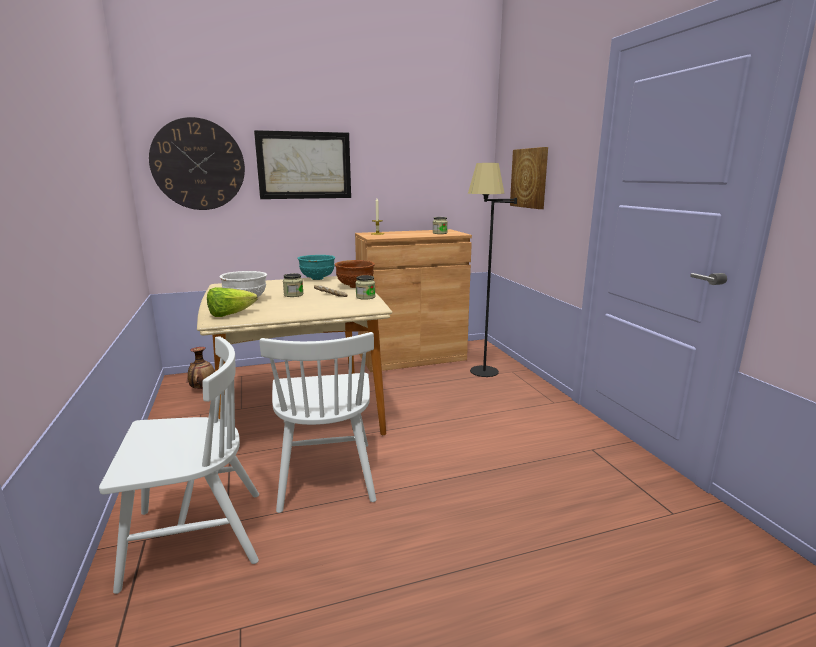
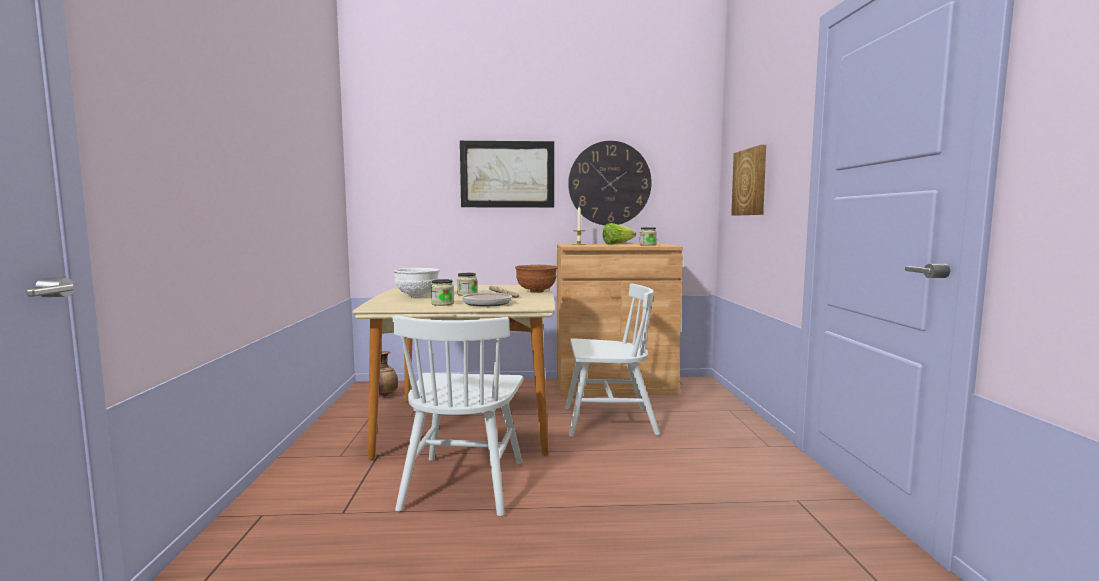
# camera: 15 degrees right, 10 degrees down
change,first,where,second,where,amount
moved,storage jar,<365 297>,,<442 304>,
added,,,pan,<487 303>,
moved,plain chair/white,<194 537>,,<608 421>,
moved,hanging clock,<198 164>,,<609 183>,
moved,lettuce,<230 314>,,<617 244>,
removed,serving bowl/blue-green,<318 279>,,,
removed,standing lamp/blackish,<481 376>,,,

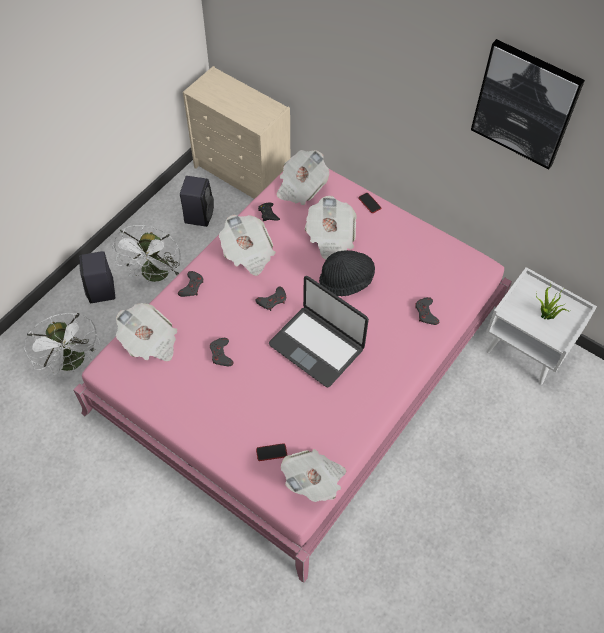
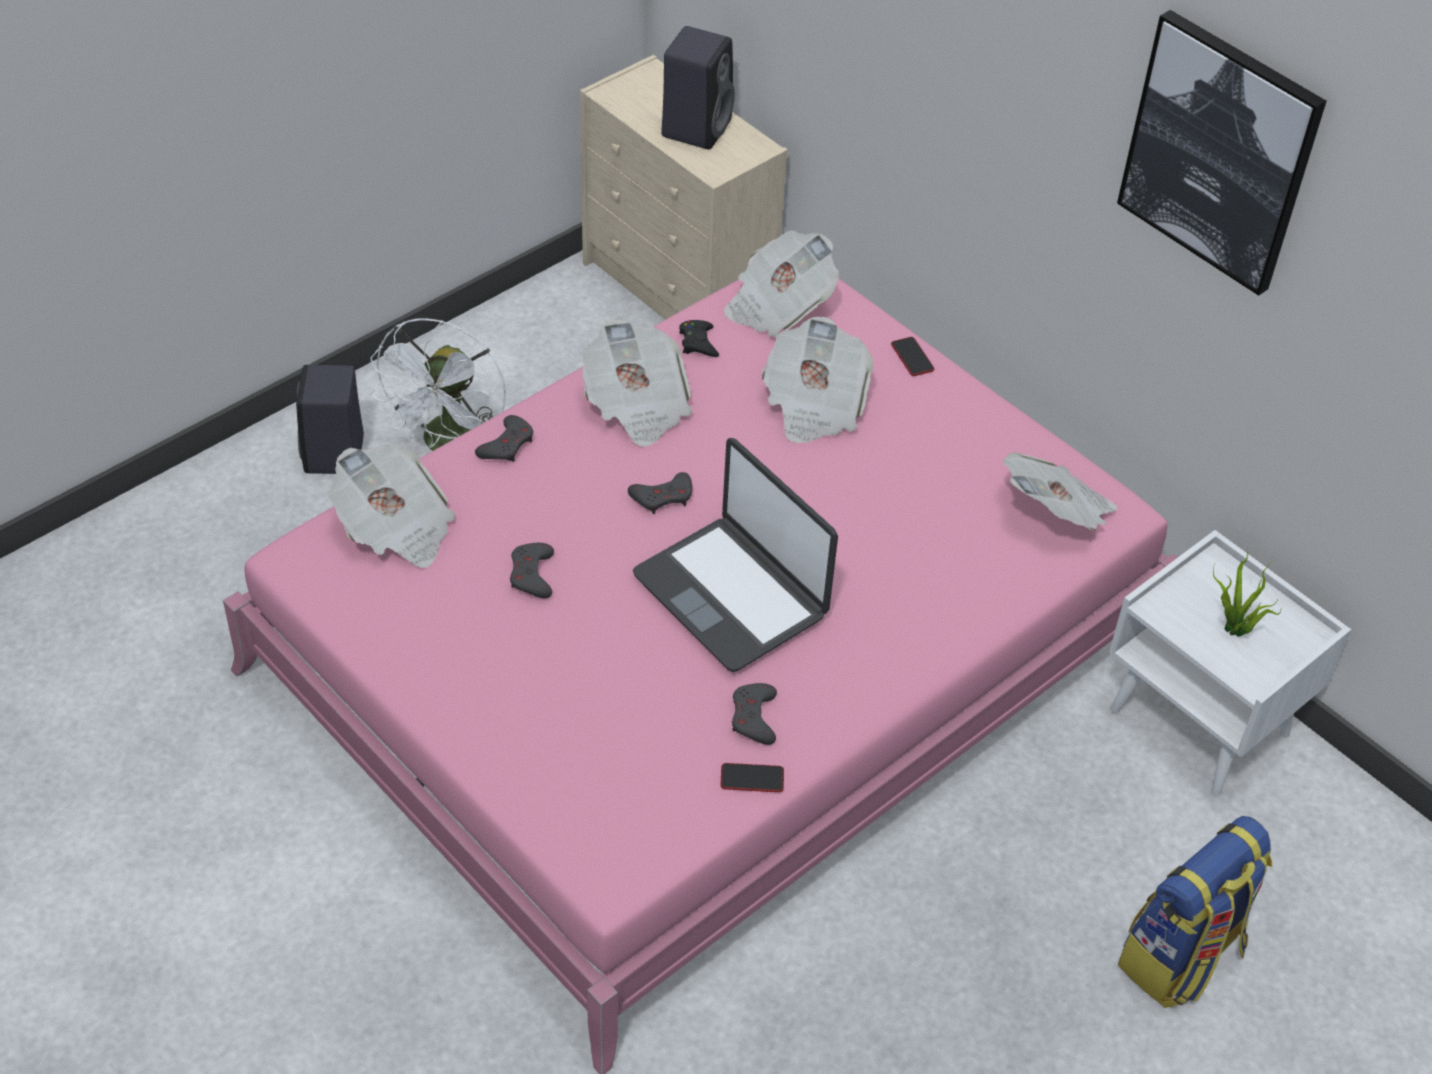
# camera: 10 degrees right, 10 degrees down
change,first,where,second,where,amount
moved,speaker/blackish,<199 214>,,<696 127>,
moved,phone,<271 452>,,<752 778>,
moved,gamepad/grey,<426 313>,,<754 717>,
moved,newspaper,<314 480>,,<1057 513>,
added,,,rucksack,<1181 957>,
removed,electric fan/white,<73 363>,,,
removed,hat/blackish,<346 280>,,,

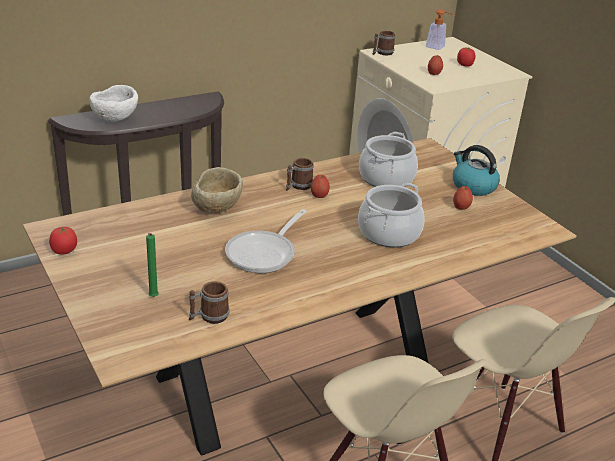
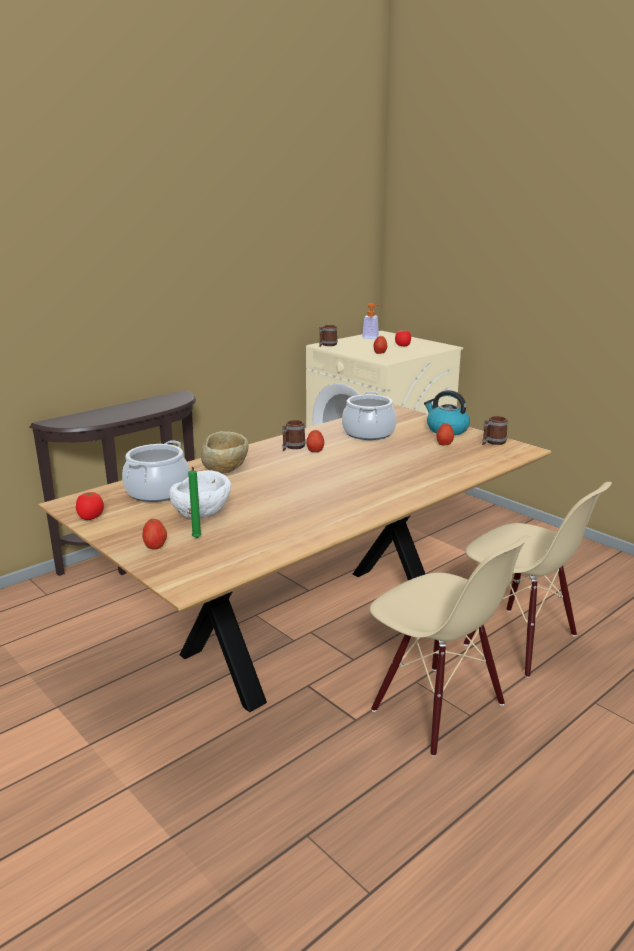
# camera: 10 degrees left, 10 degrees down
change,first,where,second,where,amount
moved,stockpot,<389 233>,,<158 491>,
added,,,whole apple,<155 546>,
moved,serving bowl/white,<115 120>,,<202 516>,
moved,mug,<209 317>,,<492 442>,
removed,pan,<264 253>,,,

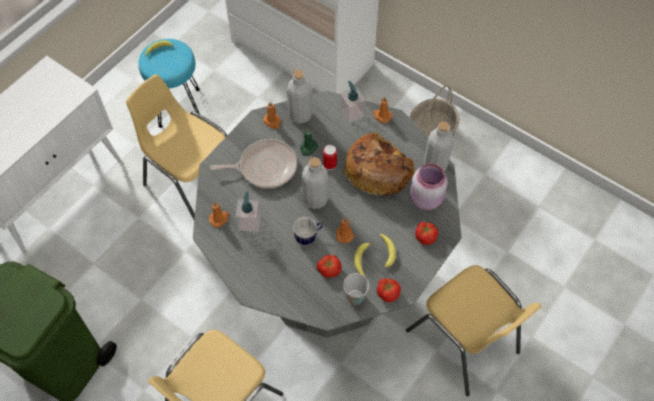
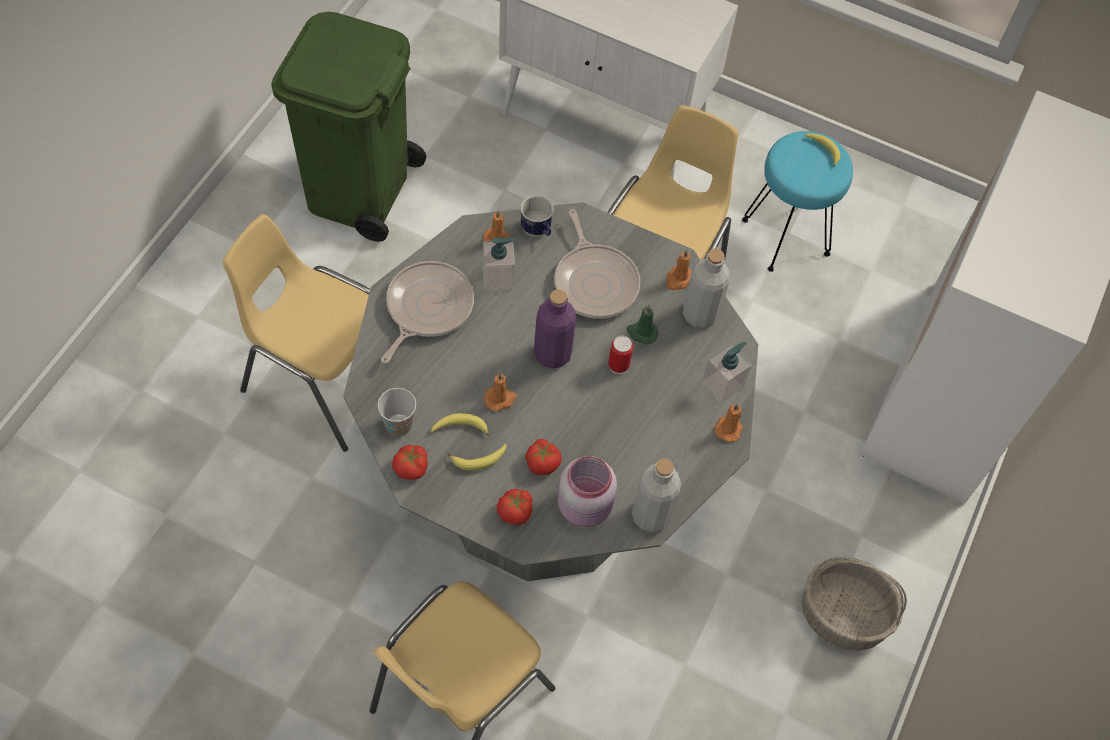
# camera: 75 degrees right, 0 degrees up
change,first,where,second,where,amount
added,,,pan,<426 308>,
moved,mug,<308 237>,,<538 231>,
moved,fresh tomato,<329 269>,,<543 462>,
recoloured,bottle/grey,<315 199>,bottle/purple,<552 354>,
removed,baked bread,<377 170>,,,

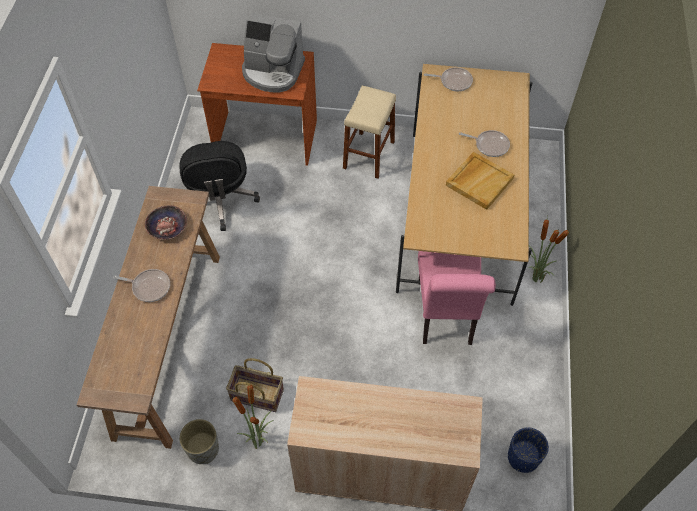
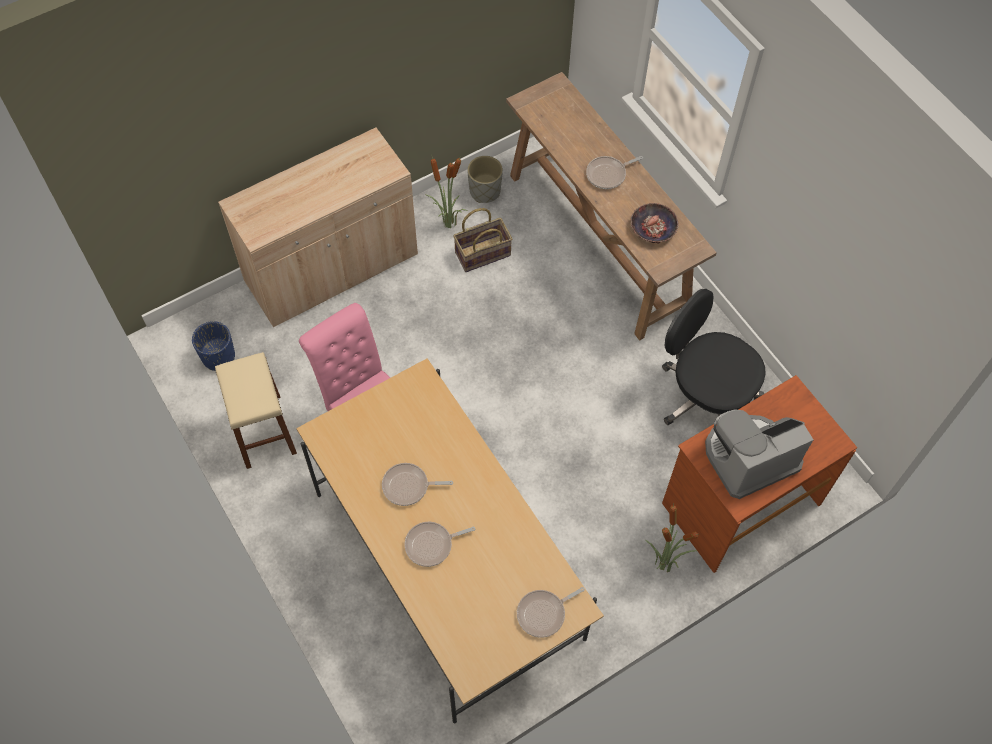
# camera: 140 degrees right, 5 degrees up
change,first,where,second,where,amount
moved,sitting stool/beige,<369 155>,,<263 431>,
replaced,tray/beige,<479 181>,pan,<408 486>,
moved,plant in a pot,<536 279>,,<663 563>,

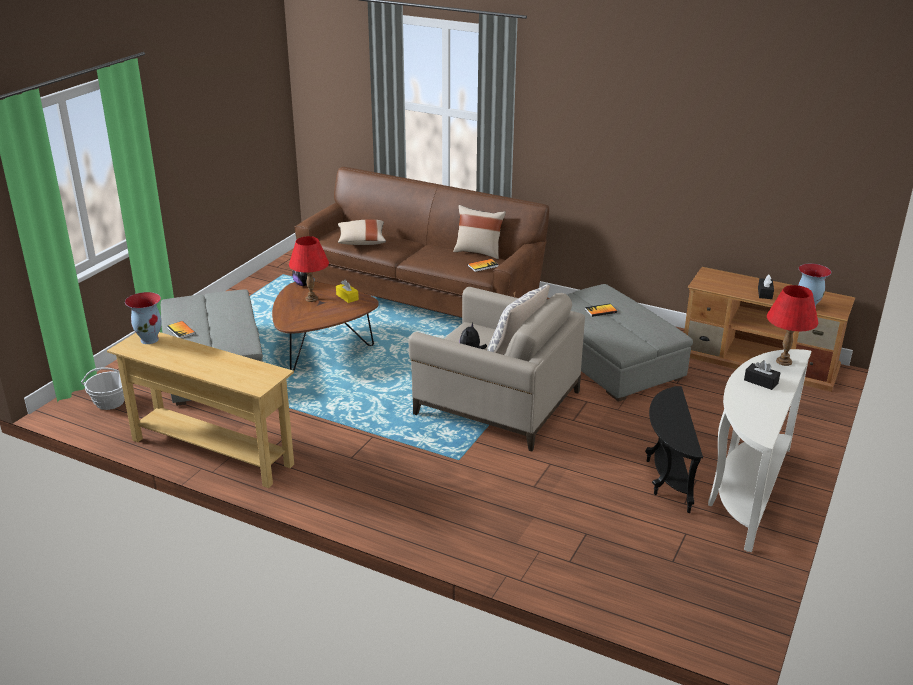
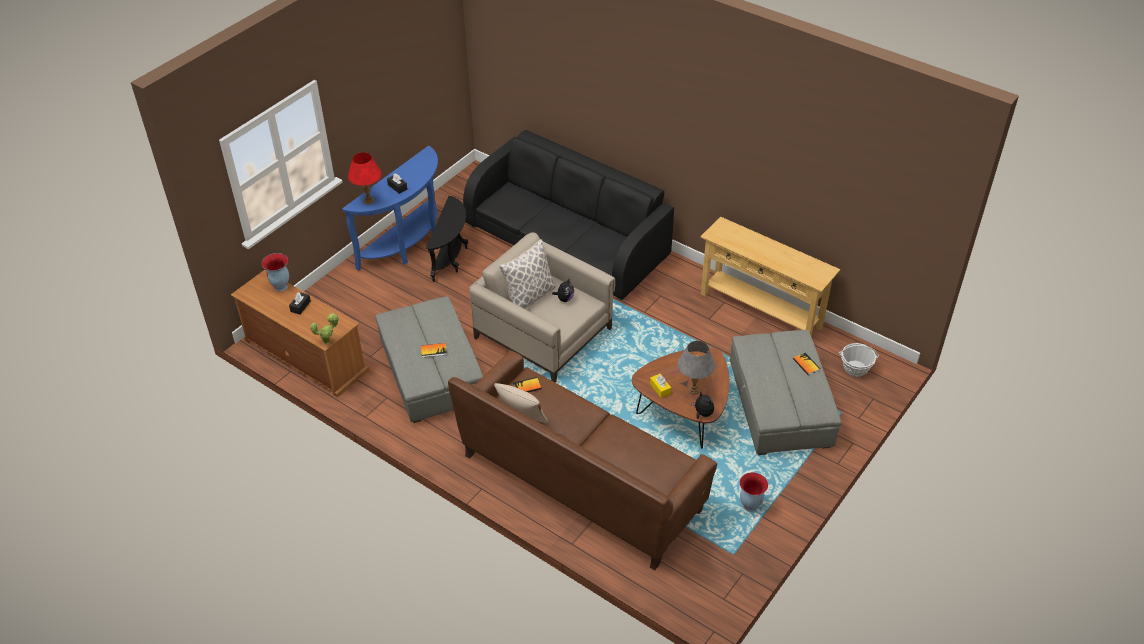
# camera: 170 degrees left, 15 degrees up
change,first,where,second,where,amount
added,,,plant in a pot,<328 342>,
recoloured,console table/white,<746 491>,console table/blue,<407 244>,
added,,,sofa/blackish,<568 241>,
recoloured,lamp for a table/reddish,<311 299>,lamp for a table/grey,<694 390>,
moved,flower vase,<150 339>,,<749 506>,
removed,throw pillow/beige,<361 241>,,,

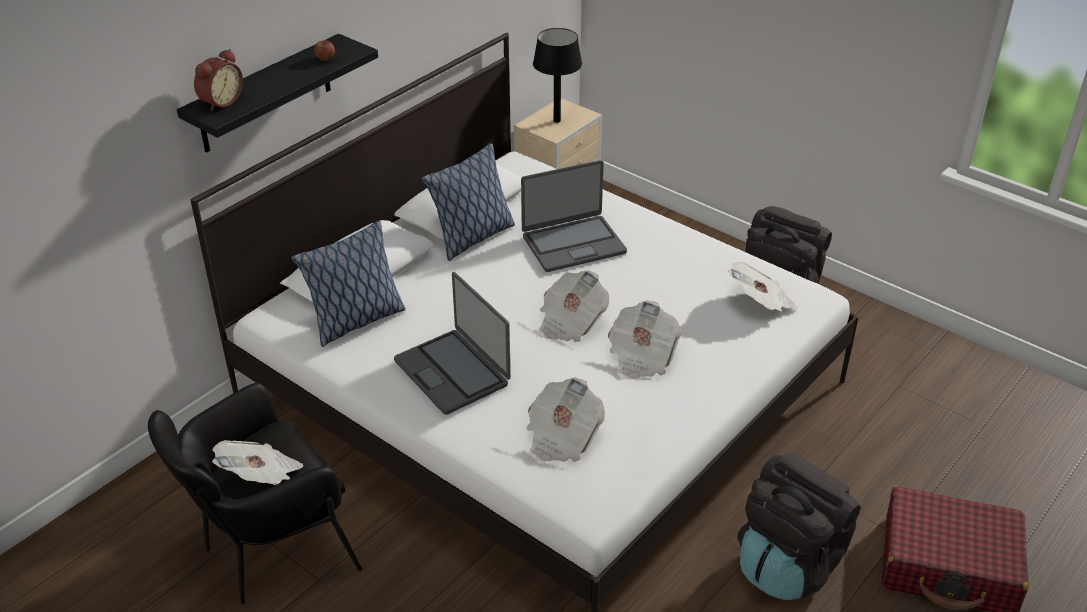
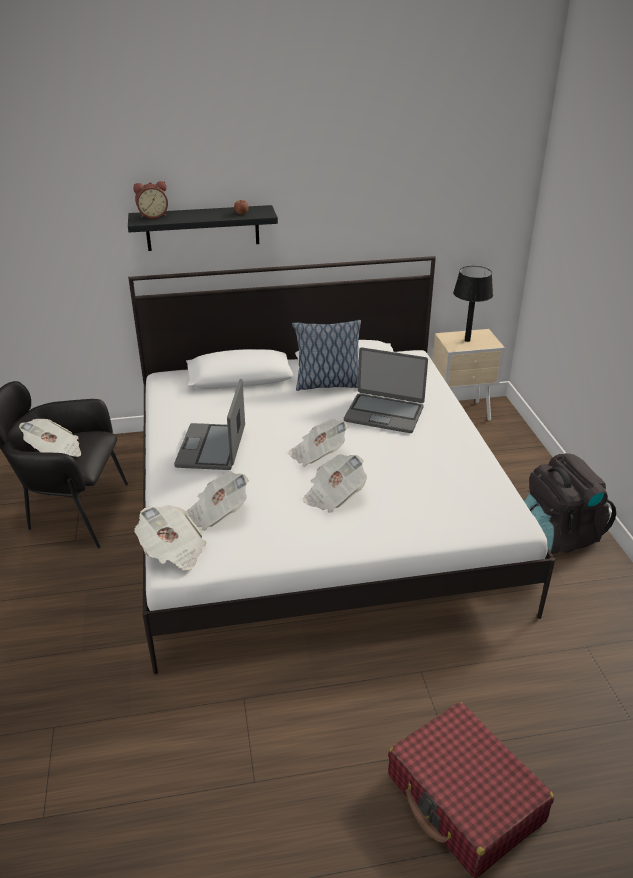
# camera: 40 degrees right, 5 degrees down
change,first,where,second,where,amount
moved,newspaper,<761 303>,,<173 551>,
removed,throw pillow,<356 321>,,,
removed,rucksack/blackish,<789 564>,,,

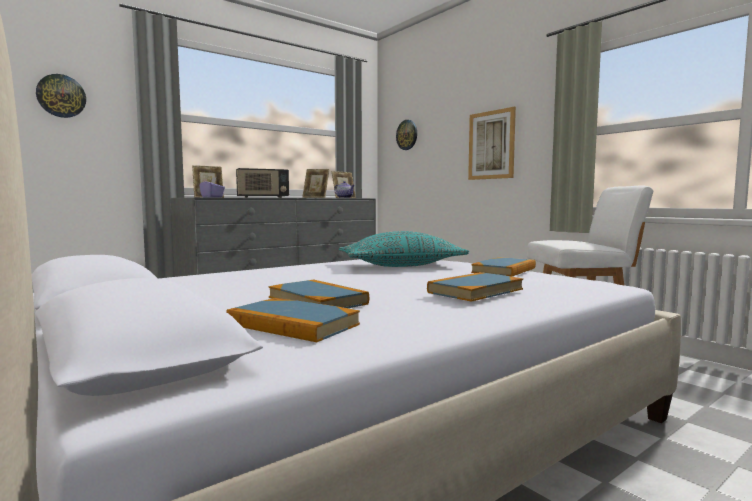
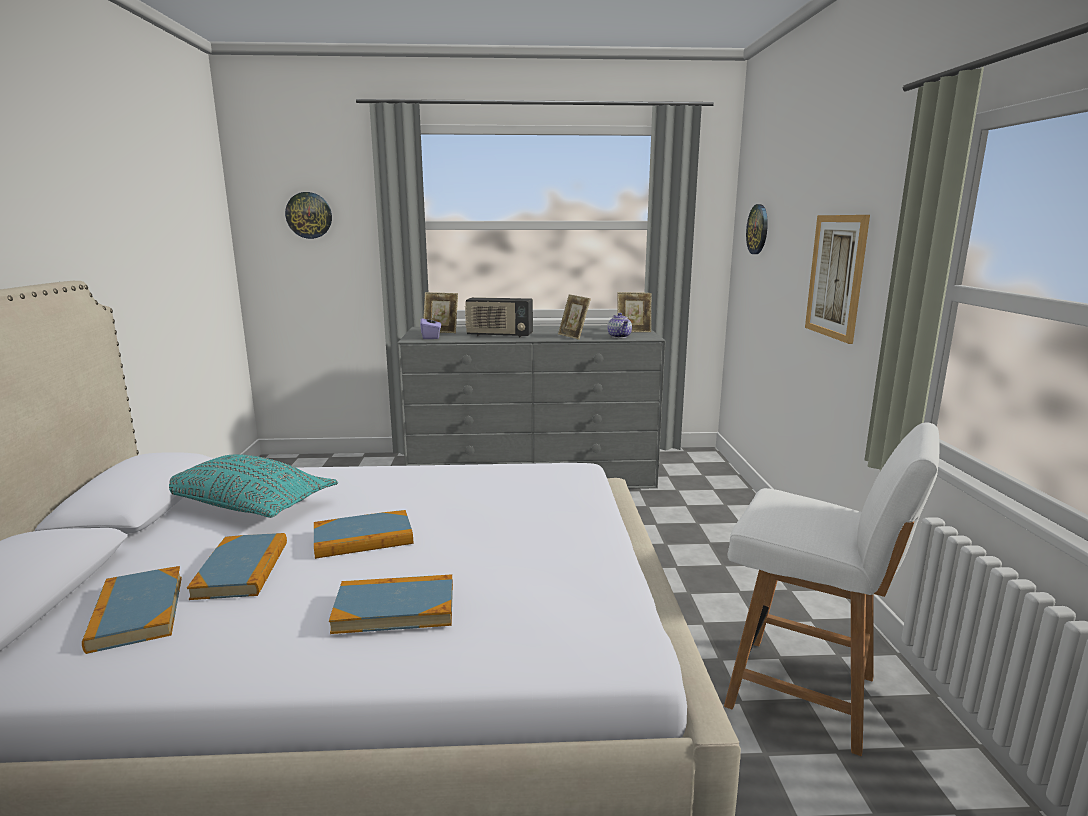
# camera: 35 degrees right, 10 degrees up
change,first,where,second,where,amount
moved,throw pillow/blue-green,<401 266>,,<246 504>,
moved,volume,<504 270>,,<363 538>,

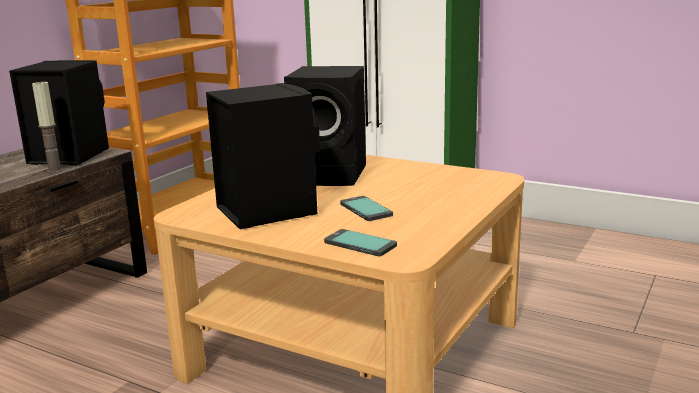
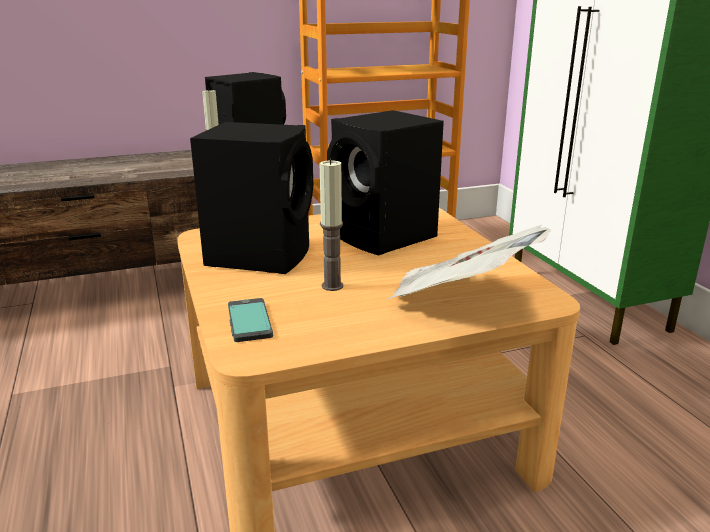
# camera: 40 degrees right, 5 degrees up
change,first,where,second,where,amount
replaced,phone,<365 210>,wax light,<332 286>,
added,,,newspaper,<459 300>,

